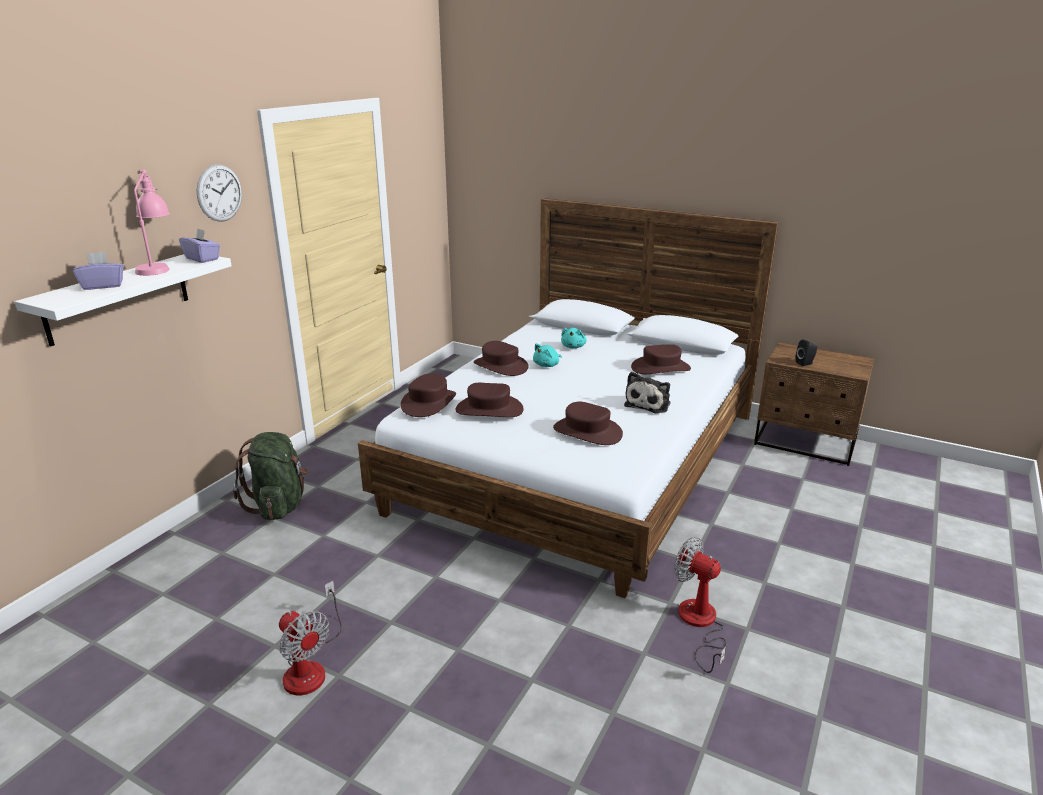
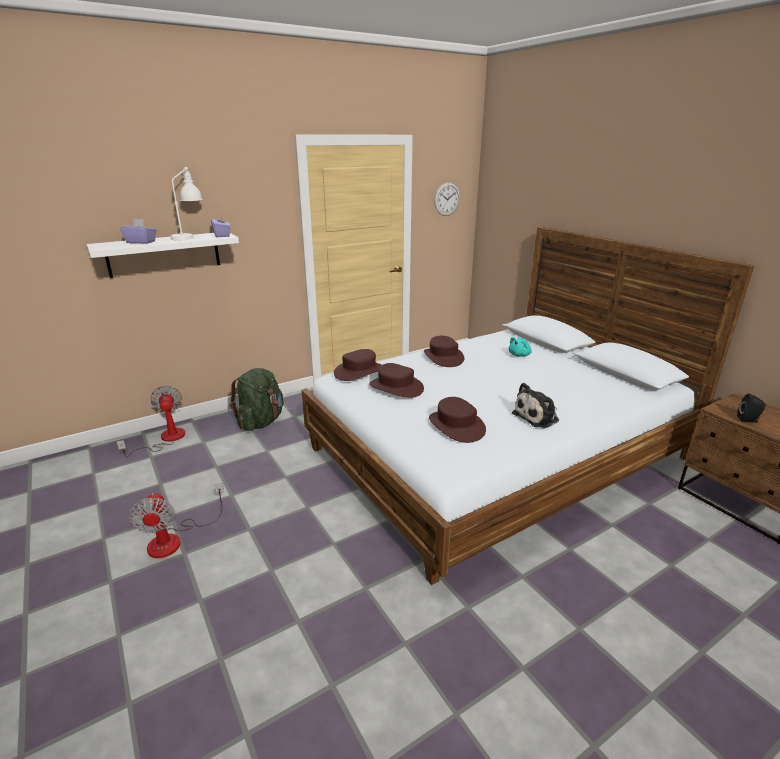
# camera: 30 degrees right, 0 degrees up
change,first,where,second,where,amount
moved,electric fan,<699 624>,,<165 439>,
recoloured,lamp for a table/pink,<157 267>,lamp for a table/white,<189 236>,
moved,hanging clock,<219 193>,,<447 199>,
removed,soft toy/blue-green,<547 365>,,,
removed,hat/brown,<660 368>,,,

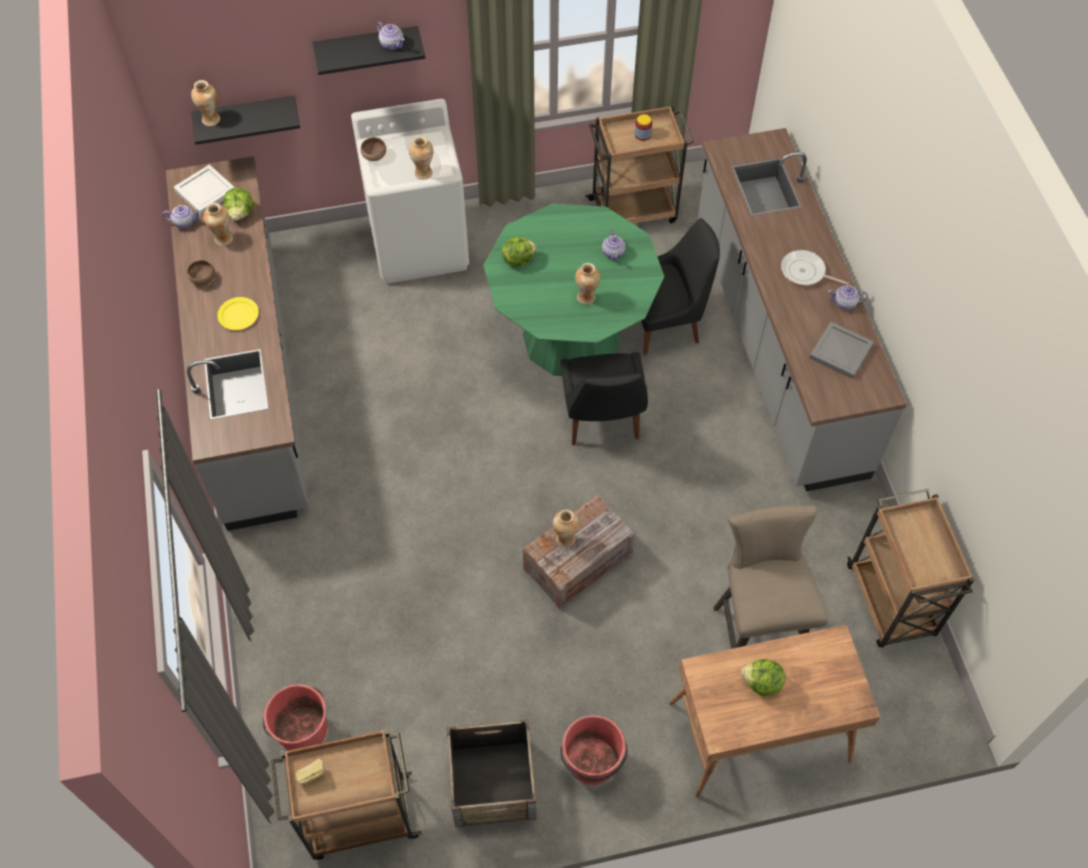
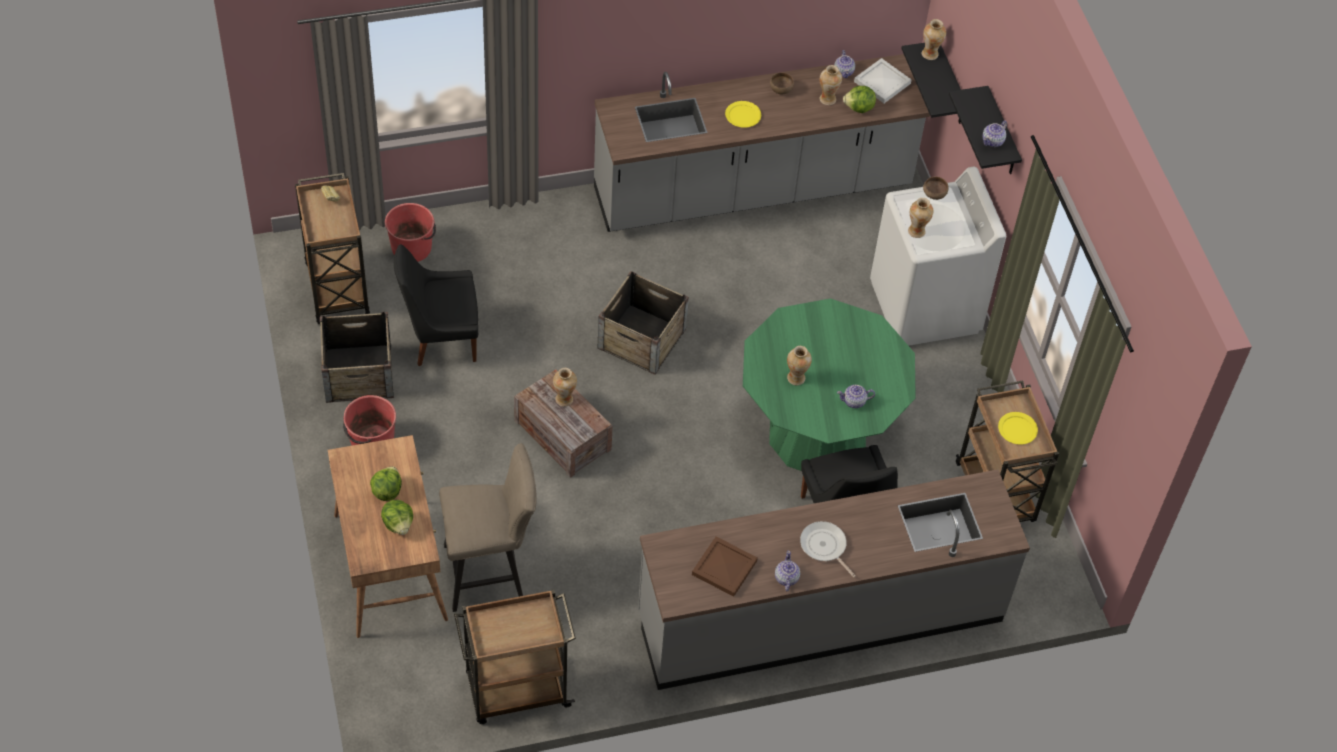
# camera: 85 degrees right, 5 degrees down
change,first,where,second,where,amount
moved,lettuce,<518 259>,,<398 524>,
moved,plain chair/blackish,<602 420>,,<441 338>,
added,,,shipping crate,<642 338>,
recoloured,tray/grey,<841 352>,tray/brown,<723 568>,
turned,pan,<805 272>,,<824 547>,60 degrees counterclockwise
replaced,storage jar,<642 134>,dinner plate/yellowish,<1017 429>,

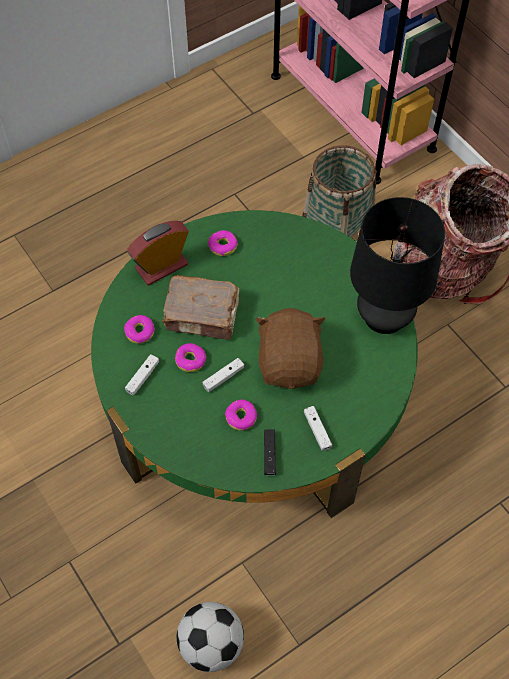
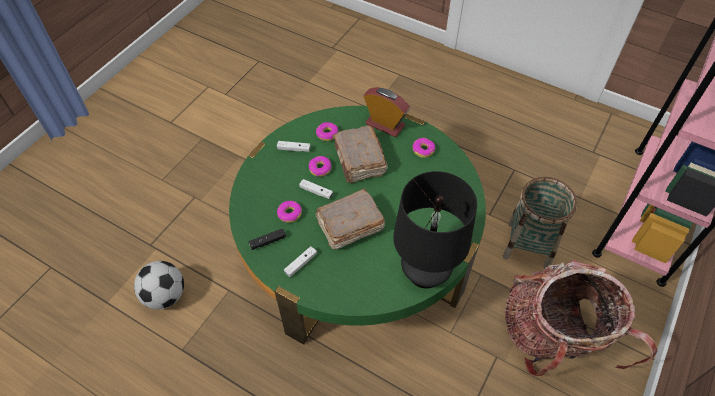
# camera: 65 degrees right, 5 degrees down
change,first,where,second,where,amount
replaced,soft toy/brown,<290 363>,volume/brown,<349 226>,

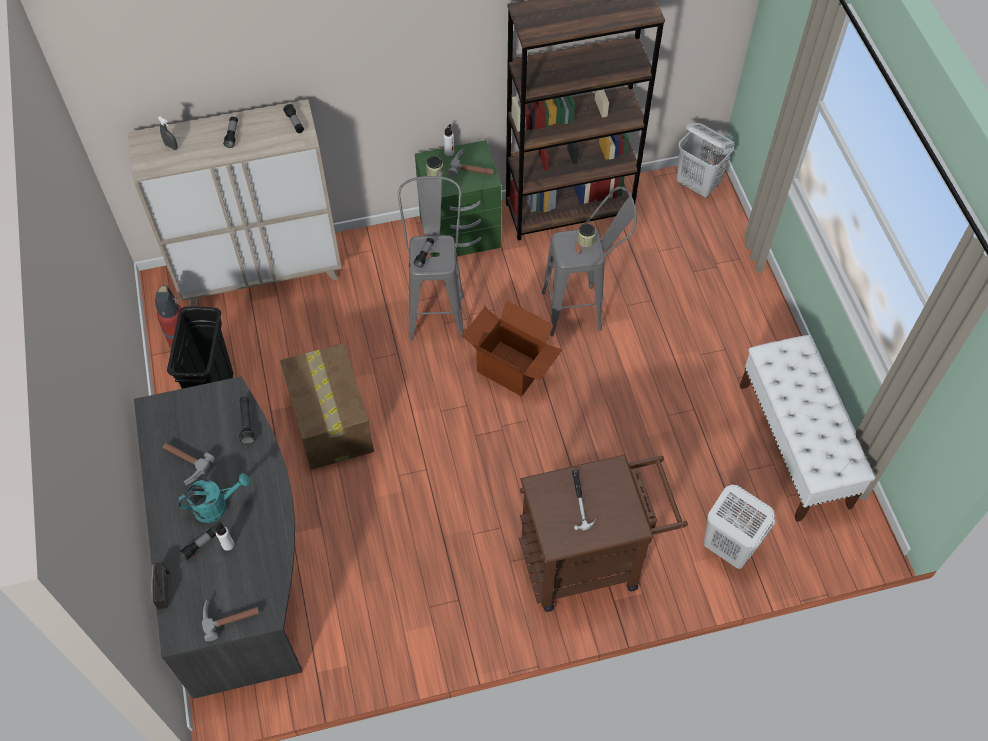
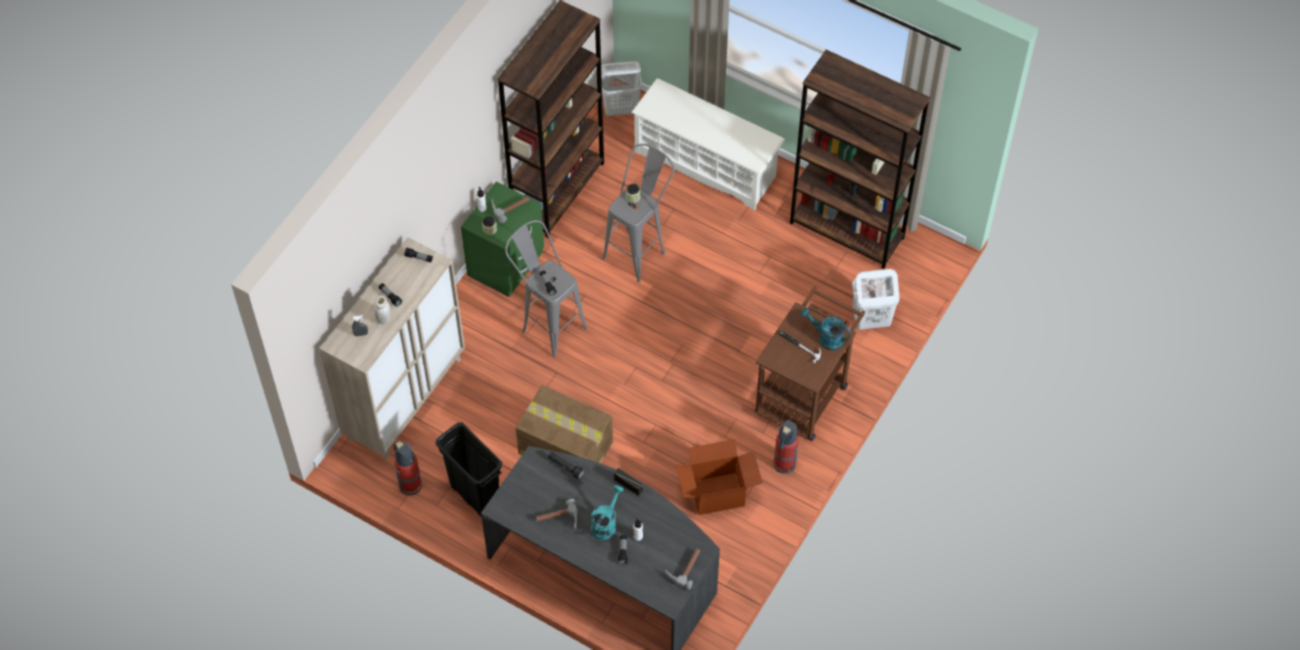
# camera: 45 degrees left, 0 degrees up
change,first,where,second,where,amount
added,,,storage jar/white,<384 318>,
moved,radio,<163 599>,,<635 489>,
added,,,shoe shelf/white,<706 164>,
moved,cardboard box,<511 367>,,<717 492>,
added,,,extinguisher,<783 464>,
replaced,long seat/white,<794 445>,shelving unit/brown,<847 230>,
added,,,watering pot/blue-green,<826 338>,

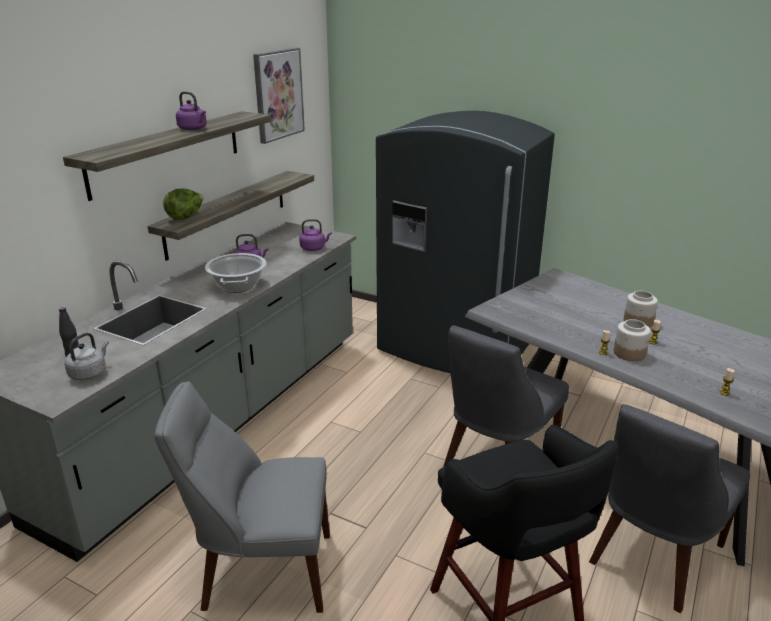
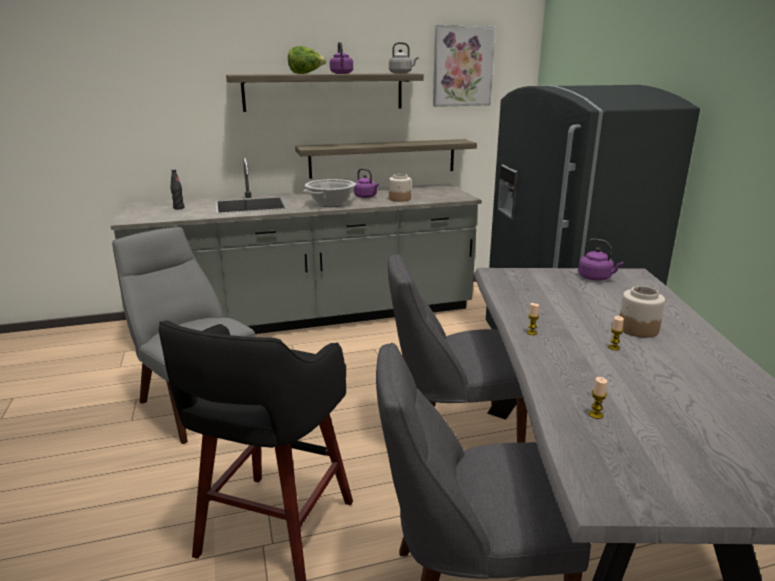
# camera: 45 degrees right, 5 degrees down
change,first,where,second,where,amount
moved,lettuce,<186 217>,,<306 74>,
moved,tea kettle/grey,<89 373>,,<401 73>,
moved,storage jar,<629 353>,,<400 199>,
moved,tea kettle/purple,<314 248>,,<596 278>,

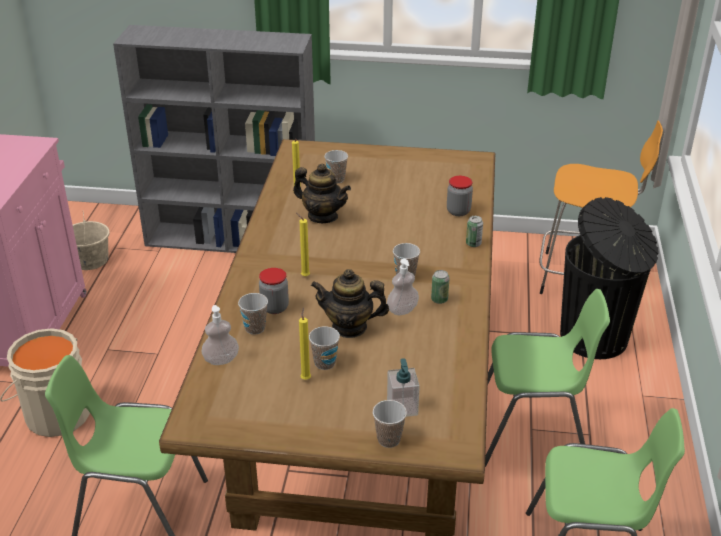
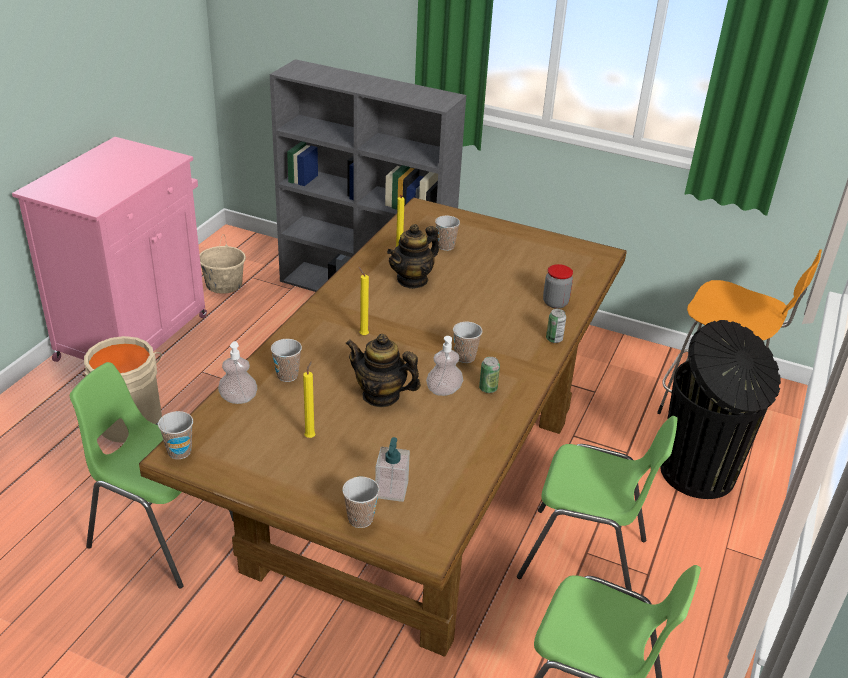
# camera: 15 degrees right, 0 degrees up
change,first,where,second,where,amount
moved,drinking cup,<325 363>,,<179 452>,
turned,tea pot,<322 216>,,<412 280>,90 degrees clockwise
removed,storage jar,<274 307>,,,

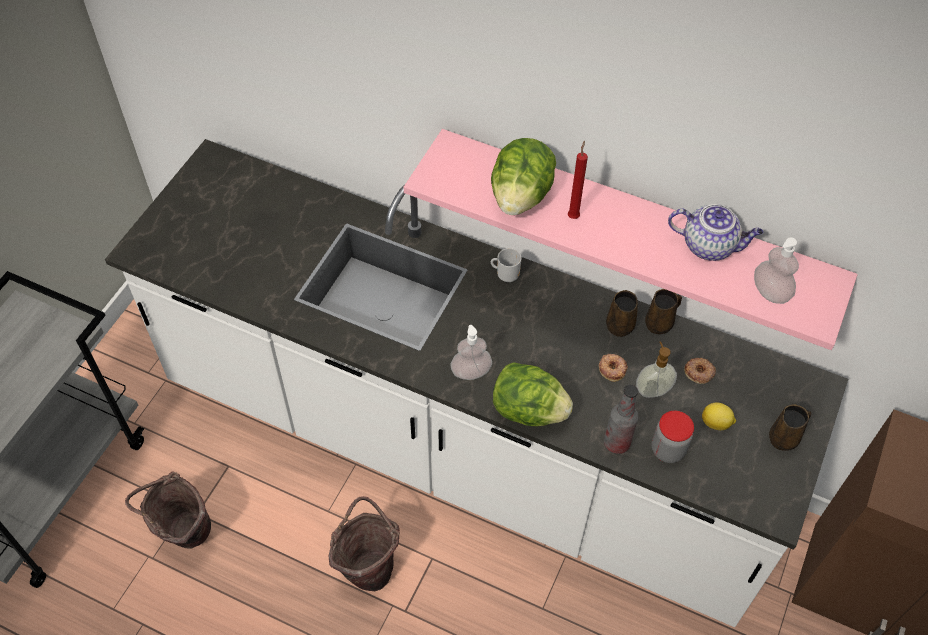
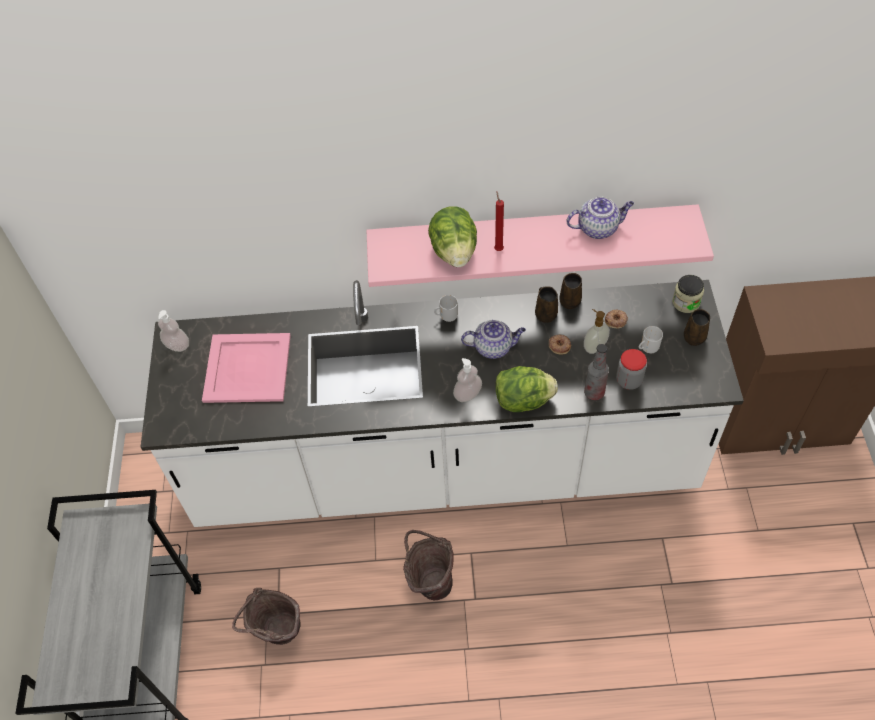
# camera: 25 degrees left, 0 degrees up
change,first,where,second,where,amount
moved,soap bottle,<770 292>,,<177 345>,
added,,,tray/pink,<246 367>,
added,,,tea pot,<493 347>,
replaced,citrus fruit,<716 423>,mug,<647 348>,
added,,,storage jar,<686 302>,

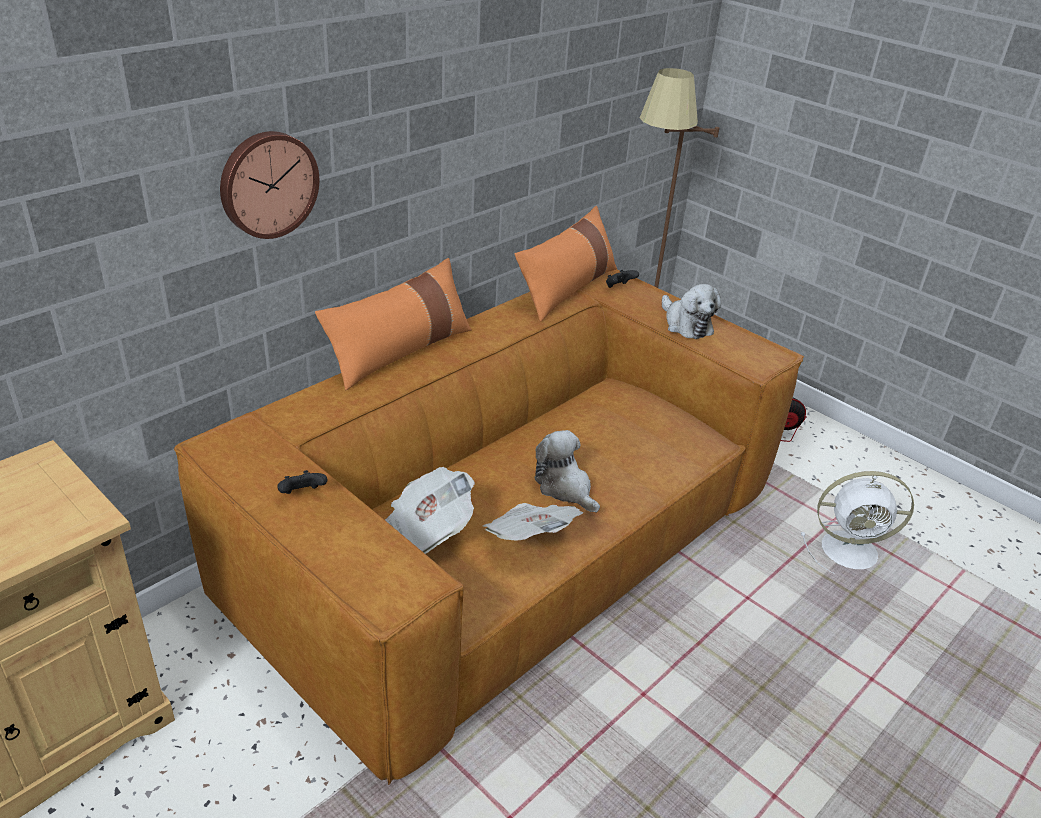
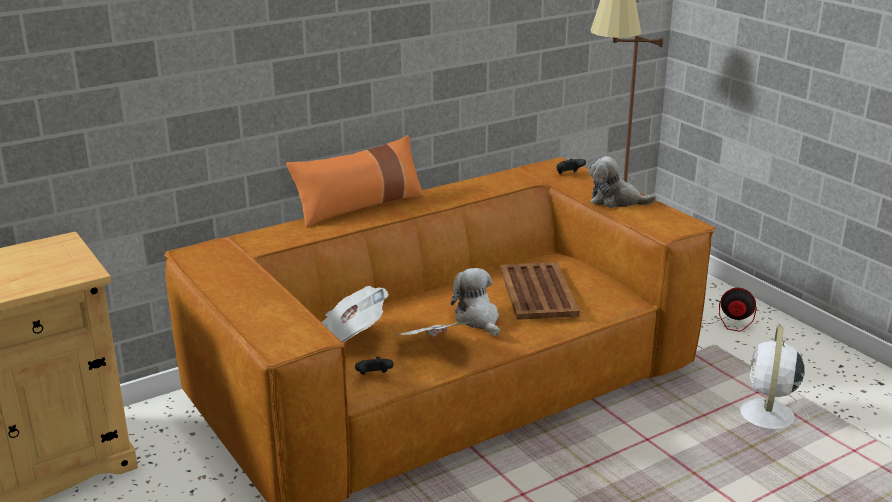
# camera: 15 degrees right, 10 degrees down
change,first,where,second,where,amount
moved,gamepad/blackish,<302 494>,,<374 376>,
added,,,tray/brown,<537 292>,
turned,soft toy,<686 324>,,<616 201>,120 degrees clockwise
turned,electric fan/white,<852 551>,,<766 416>,90 degrees clockwise
removed,hanging clock,<267 184>,,,
removed,throw pillow/orange-coloured,<567 288>,,,

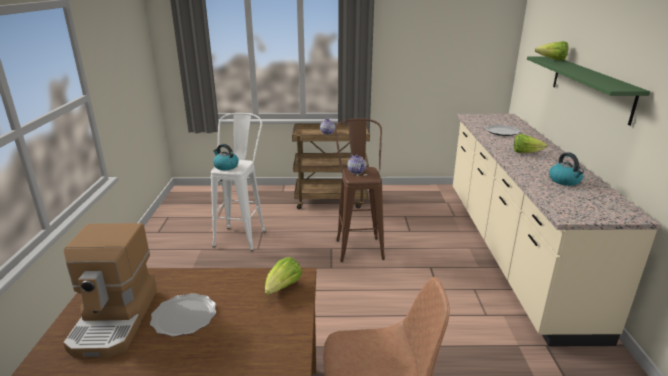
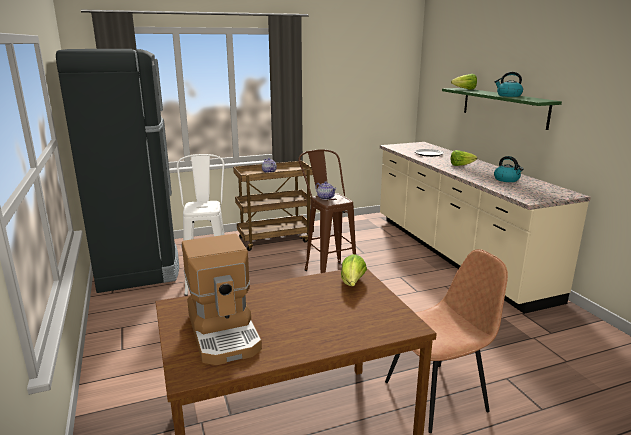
# camera: 20 degrees left, 5 degrees down
change,first,where,second,where,amount
added,,,kitchen fridge/blackish,<138 266>,
moved,tea kettle,<226 166>,,<508 95>,
removed,dinner plate,<185 317>,,,

